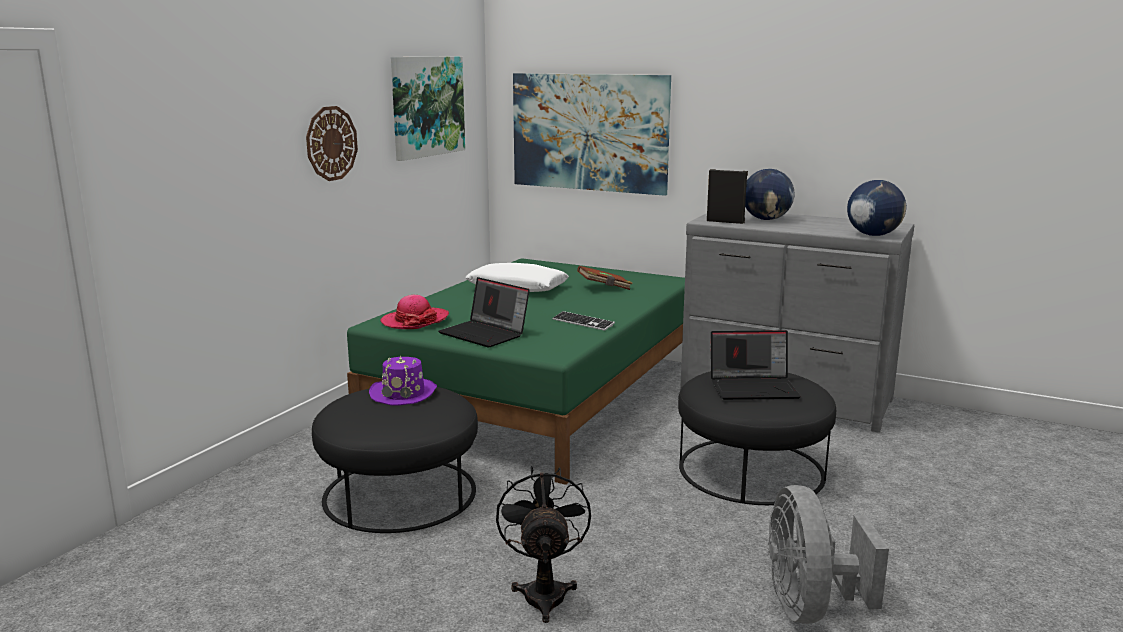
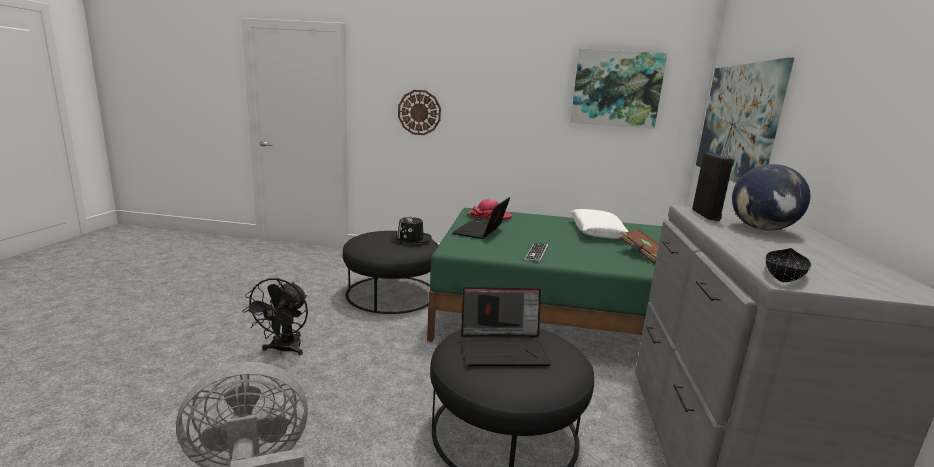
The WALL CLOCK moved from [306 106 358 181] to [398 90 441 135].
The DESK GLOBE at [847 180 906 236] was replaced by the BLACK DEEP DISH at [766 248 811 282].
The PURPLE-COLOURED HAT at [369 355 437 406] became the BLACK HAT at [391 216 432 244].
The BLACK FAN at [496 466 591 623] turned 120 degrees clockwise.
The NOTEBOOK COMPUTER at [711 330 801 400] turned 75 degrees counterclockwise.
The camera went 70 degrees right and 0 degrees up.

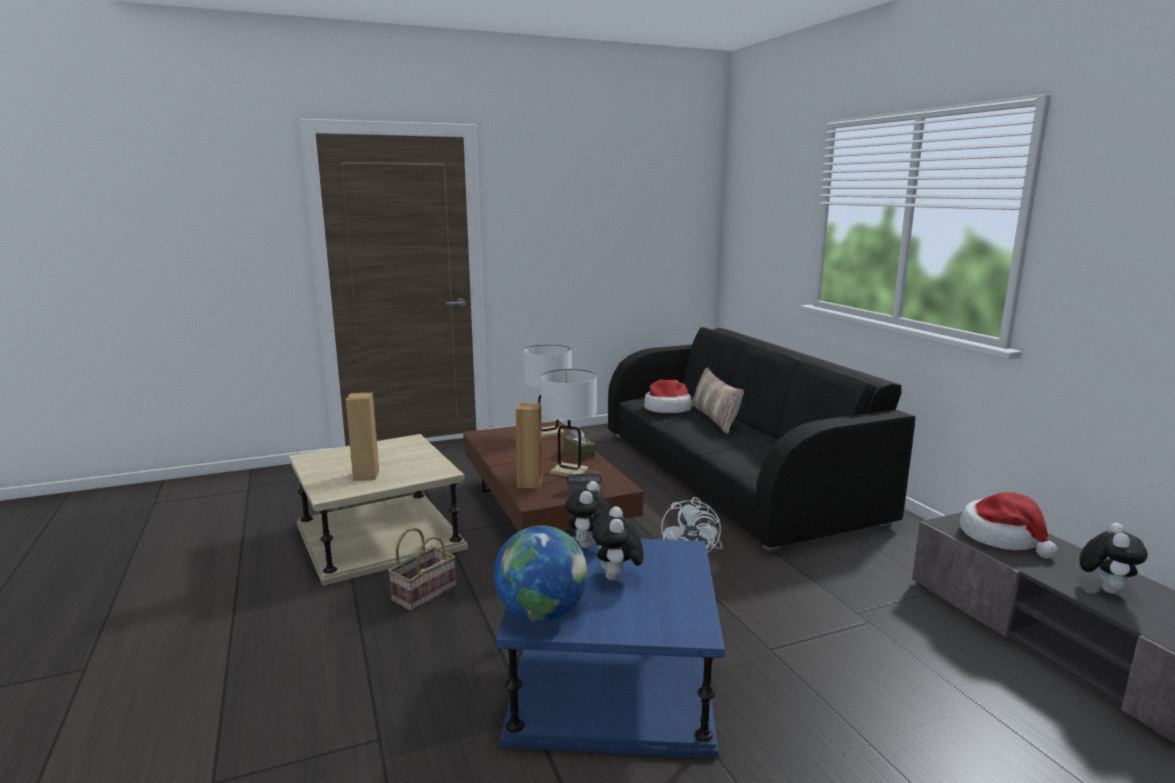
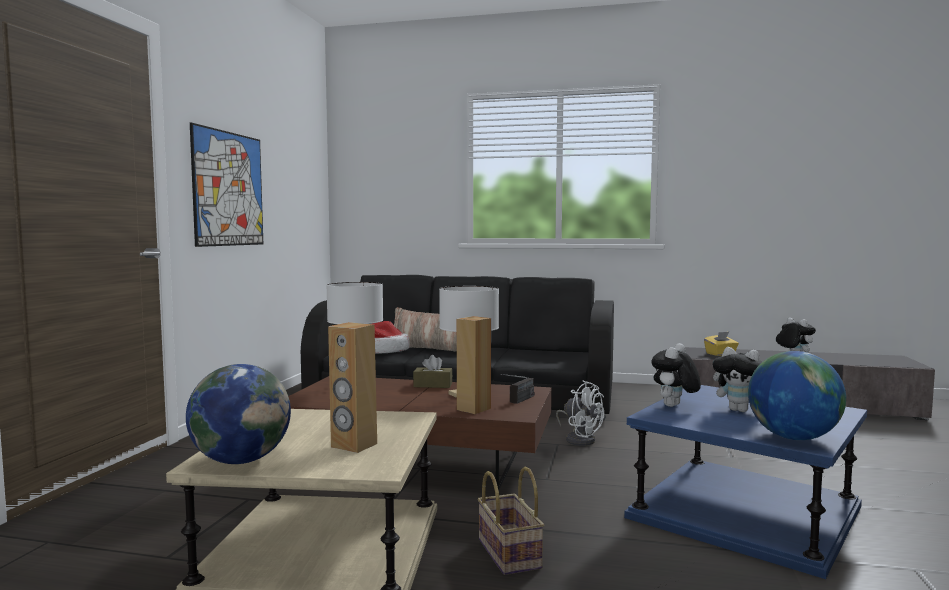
The DESK GLOBE at [186 364 291 464] appeared.
The WALL ART at [190 123 263 247] appeared.
The HAT at [960 492 1057 559] was replaced by the YELLOWISH TISSUE BOX at [704 332 739 356].
The CUDDLY TOY at [566 481 612 548] turned 75 degrees clockwise.
The camera went 55 degrees left and 10 degrees down.

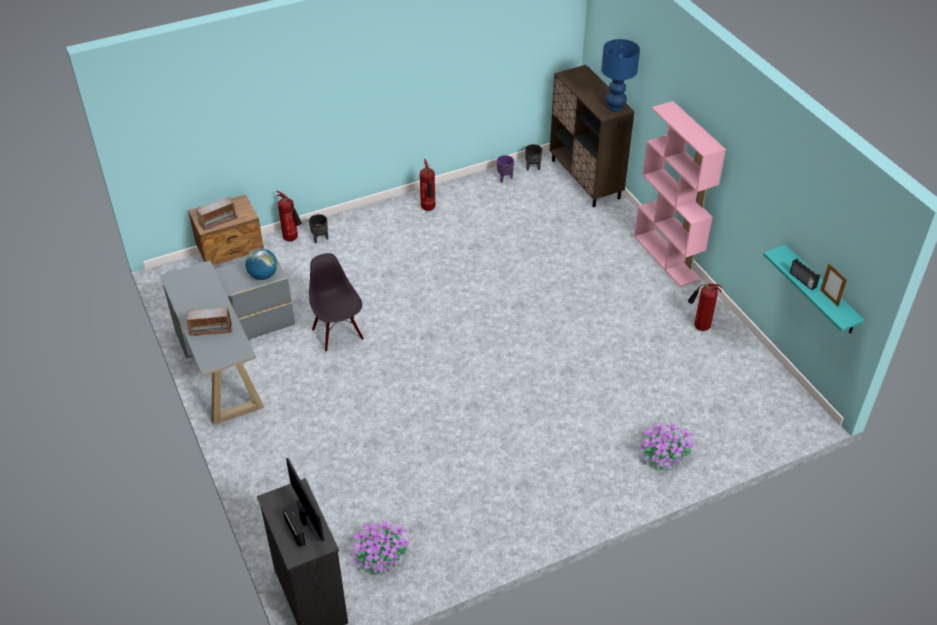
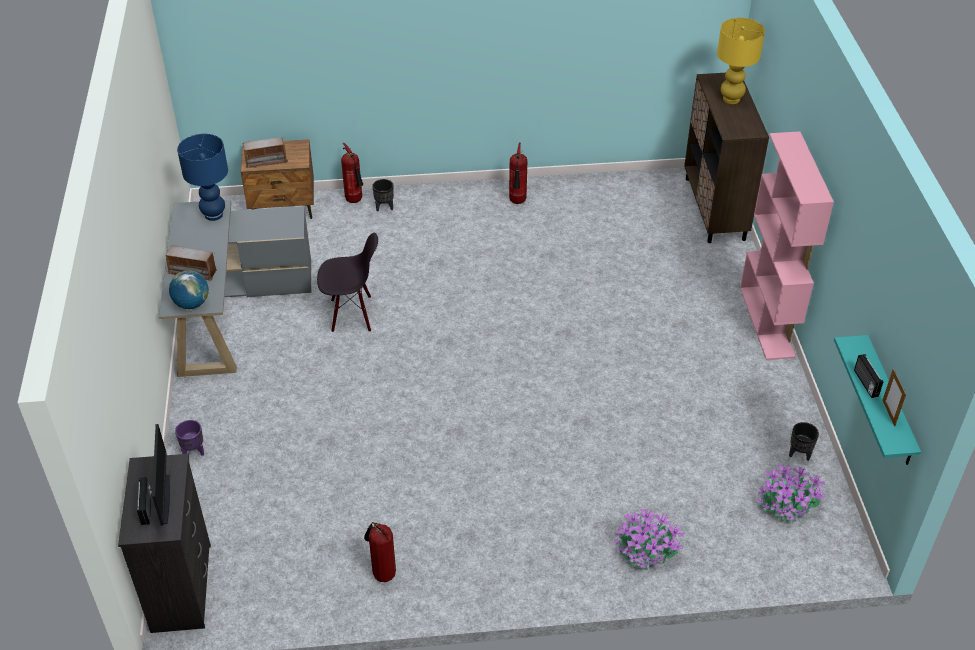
The YELLOWISH TABLE LAMP at [717 18 765 104] appeared.
The DESK GLOBE moved from [245 248 277 280] to [169 270 209 309].
The HOUSEPLANT moved from [351 521 410 575] to [757 465 826 522].
The PURPLE-COLOURED FLOWER POT moved from [497 155 514 183] to [175 420 204 456].
The BLACK FLOWER POT moved from [525 144 542 171] to [789 422 819 461].
The BLUE-COLOURED TABLE LAMP moved from [601 39 640 112] to [177 134 228 221].
The FIRE EXTINGUISHER moved from [688 283 723 331] to [364 522 396 582].
The BLACK UPRIGHT CHAIR at [309 253 364 352] turned 90 degrees clockwise.
The camera went 20 degrees right and 0 degrees up.

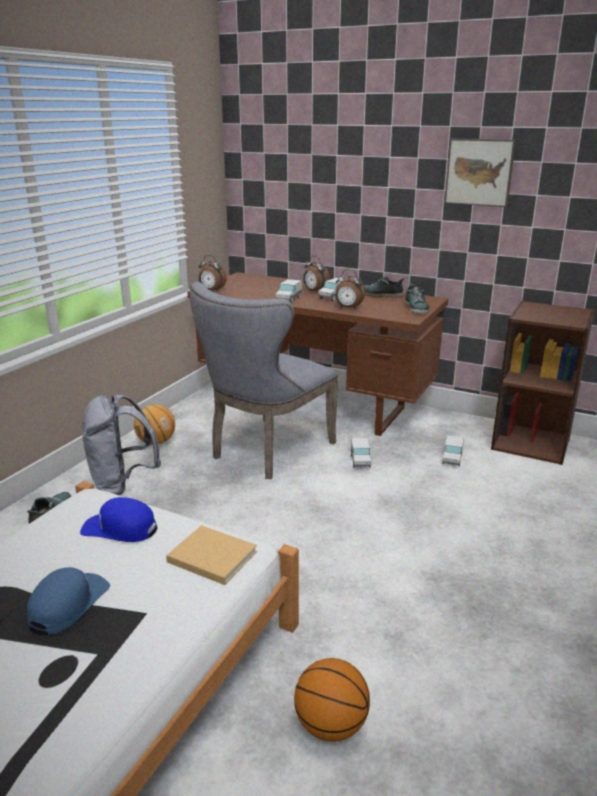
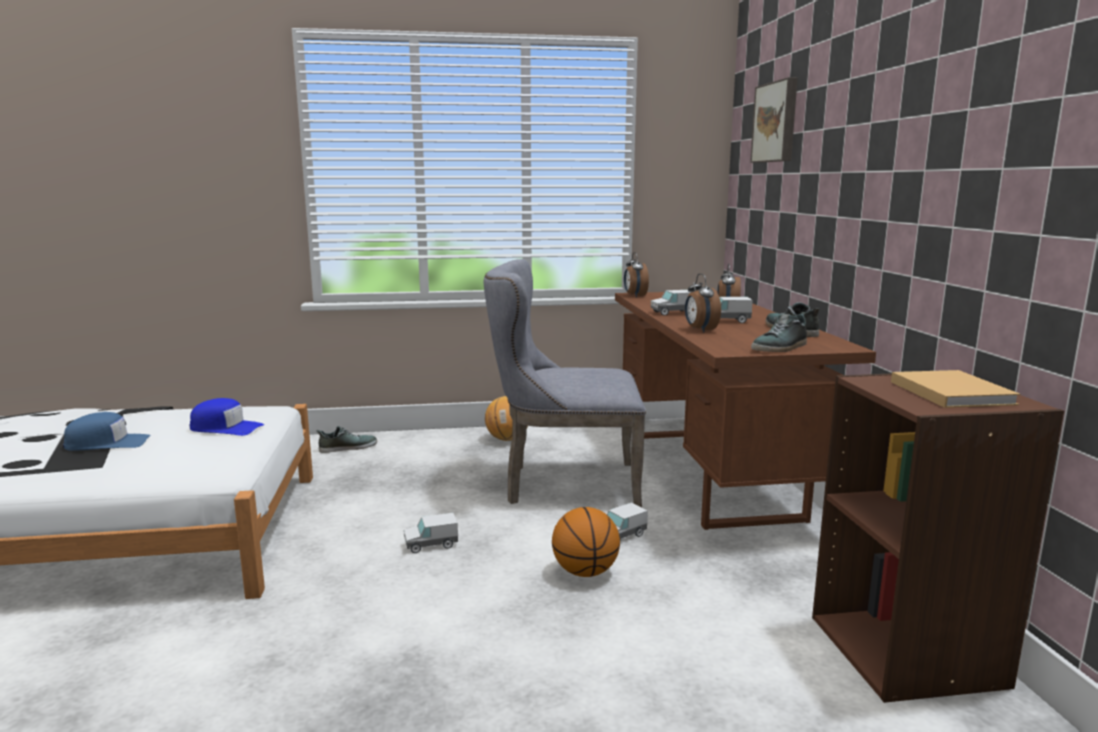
The GRAY KNAPSACK at [82 395 161 495] disappeared.
The BEIGE BOUND BOOK moved from [166 525 257 585] to [891 370 1020 408].
The BASKETBALL BALL moved from [294 658 370 742] to [552 507 620 577].
The TOY LORRY moved from [442 435 464 467] to [404 513 458 553].
The WALL ART moved from [445 139 516 207] to [750 77 798 163].
The BLUE-COLOURED CAP at [80 497 157 542] turned 120 degrees clockwise.
The camera went 55 degrees right and 10 degrees down.

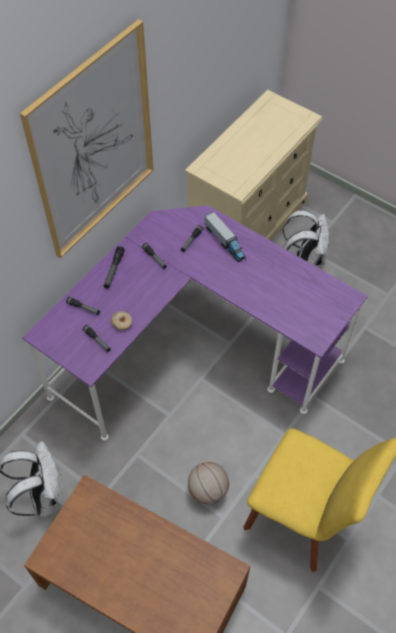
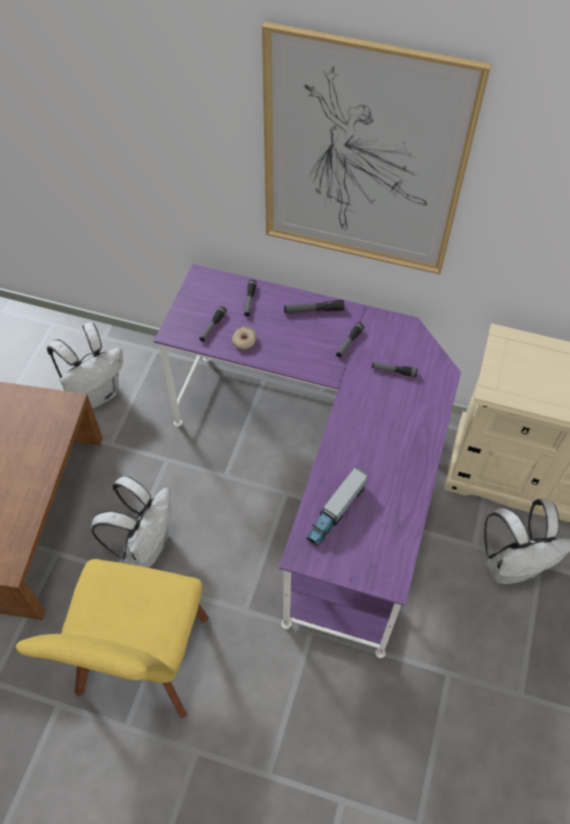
The TOY LORRY moved from [205 212 246 262] to [306 467 368 547].
The BASKETBALL BALL at [188 462 229 504] was replaced by the WHITE KNAPSACK at [91 476 171 568].
The camera went 70 degrees right and 0 degrees up.

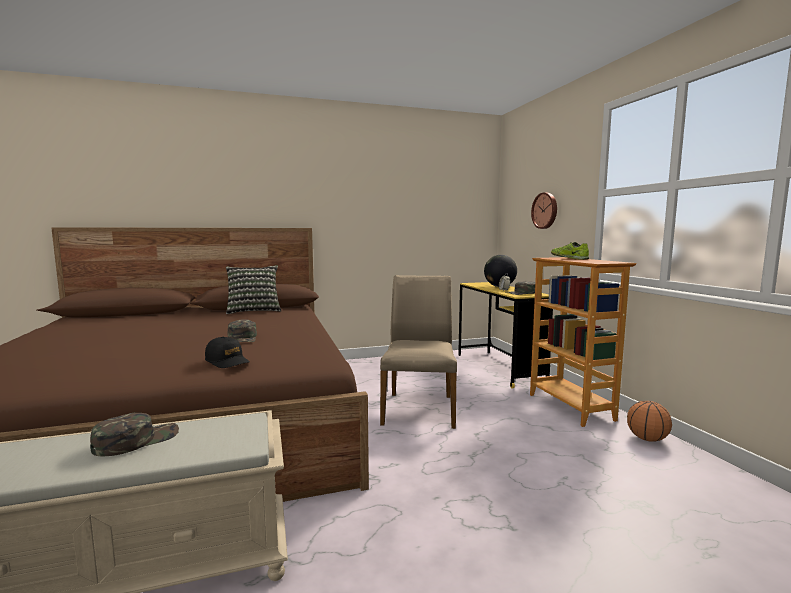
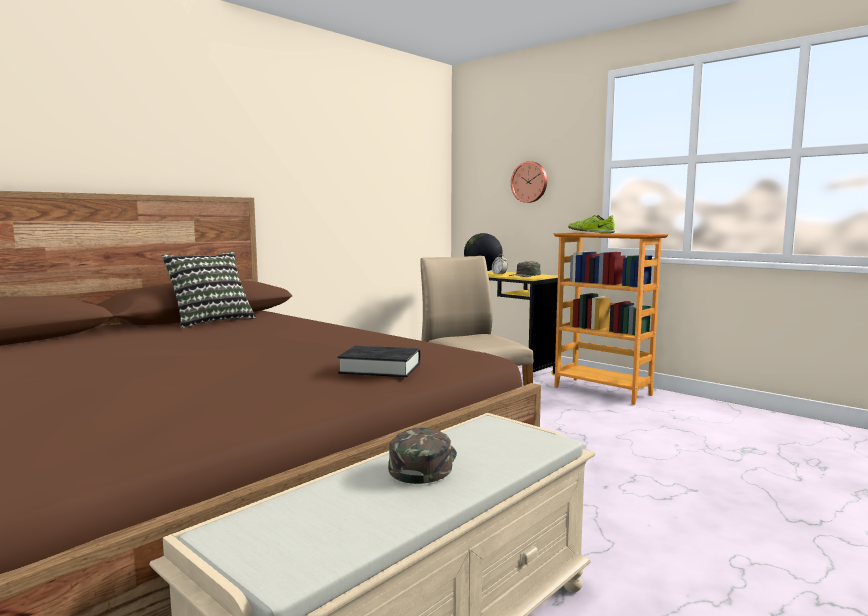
The GREEN CAP at [227 319 257 342] disappeared.
The BASKETBALL BALL at [627 401 672 442] disappeared.
The BLACK CAP at [205 337 250 368] was replaced by the BLACK BOUND BOOK at [337 346 420 377].
The camera went 30 degrees left and 0 degrees up.

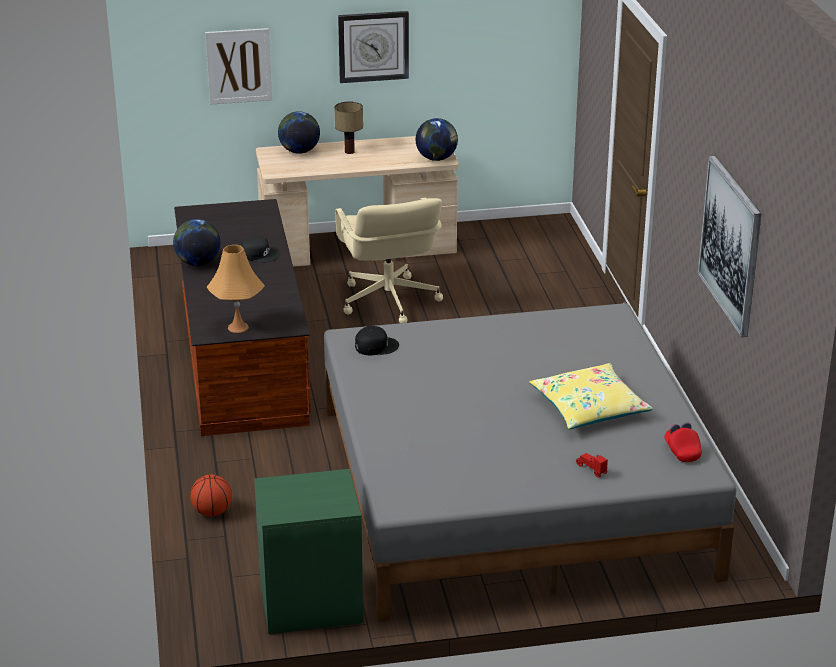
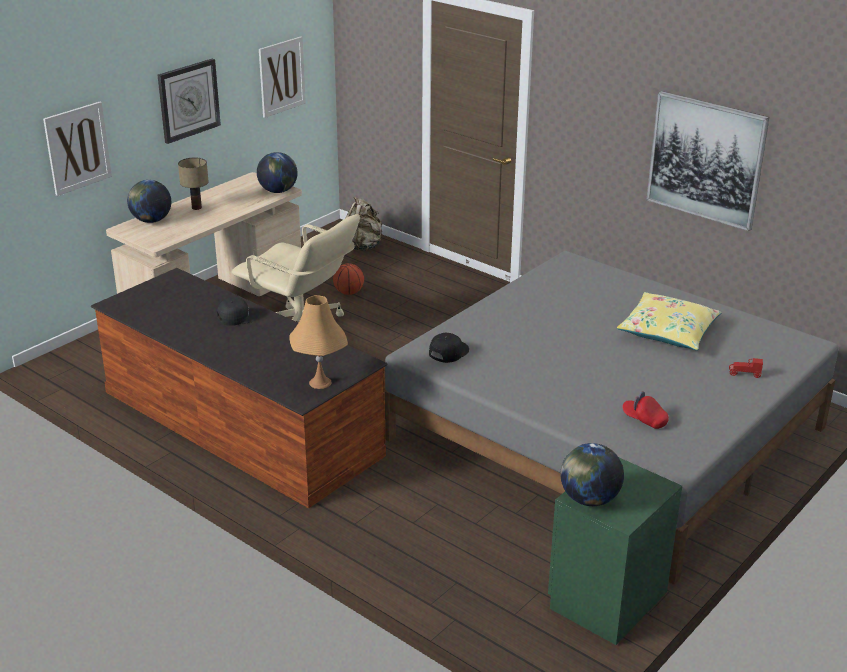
The WALL ART at [259 36 306 118] appeared.
The BEIGE KNAPSACK at [346 196 382 251] appeared.
The DESK GLOBE moved from [173 219 220 266] to [560 443 624 506].
The BASKETBALL BALL moved from [190 474 232 517] to [333 263 364 295].
The RED CAP moved from [664 422 702 462] to [623 391 669 429].
The camera went 40 degrees left and 0 degrees up.

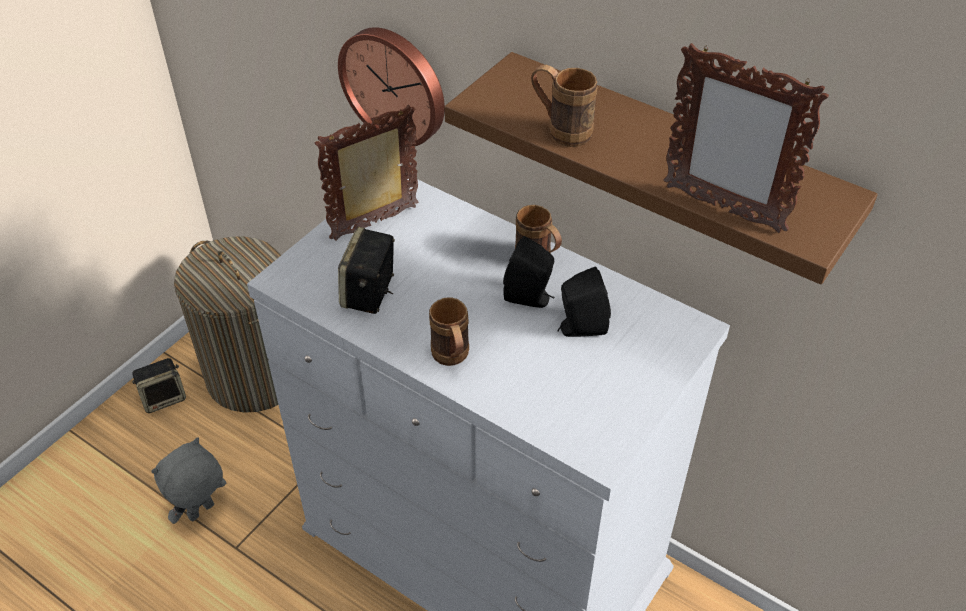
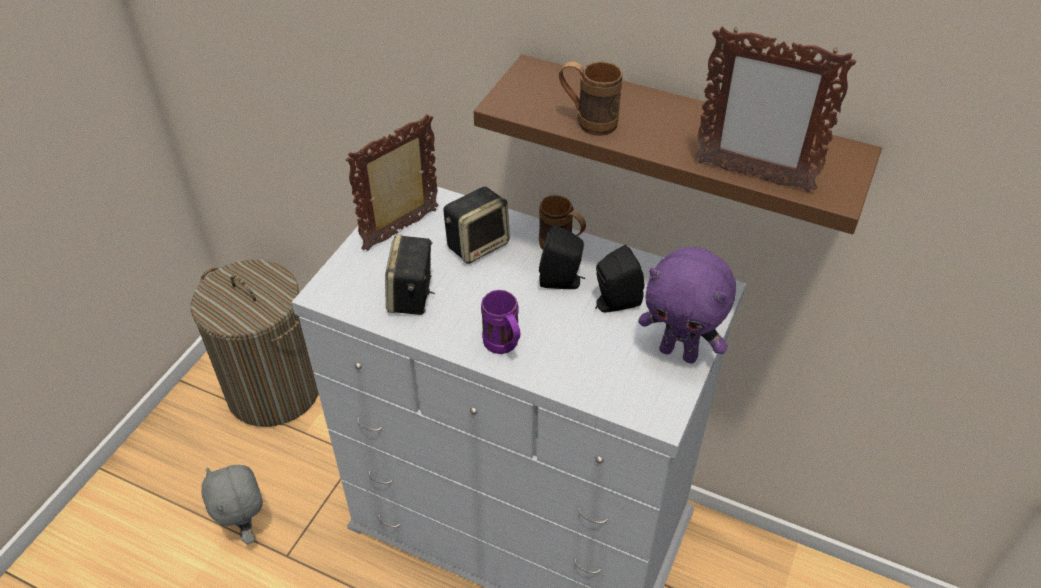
The WALL CLOCK at [338 27 445 146] disappeared.
The PURPLE-COLOURED CUDDLY TOY at [638 247 736 364] appeared.
The LOUDSPEAKER moved from [132 358 186 413] to [443 187 510 264].
The BROWNISH TEA MUG at [429 297 469 366] became the PURPLE-COLOURED TEA MUG at [481 290 520 354].
The GRAY CUDDLY TOY at [151 437 226 524] turned 60 degrees counterclockwise.
The camera went 10 degrees left and 0 degrees up.

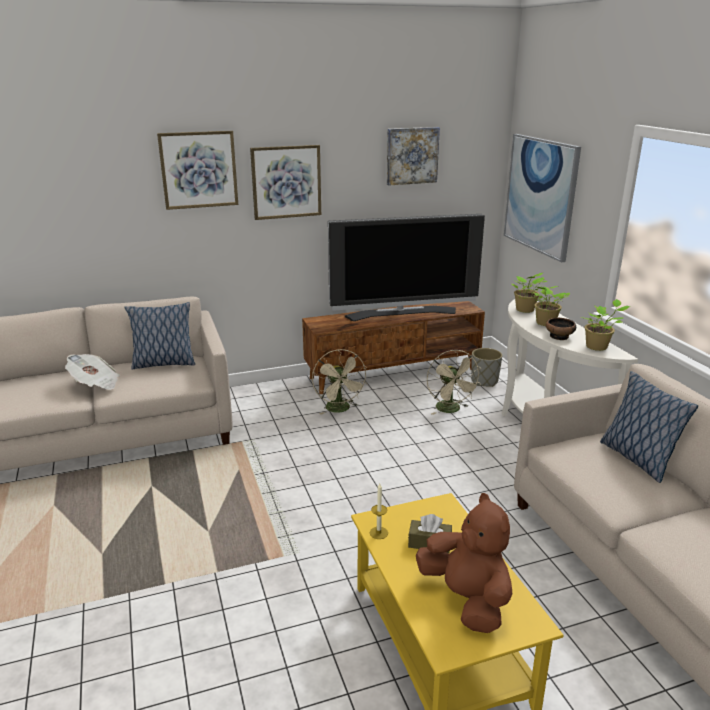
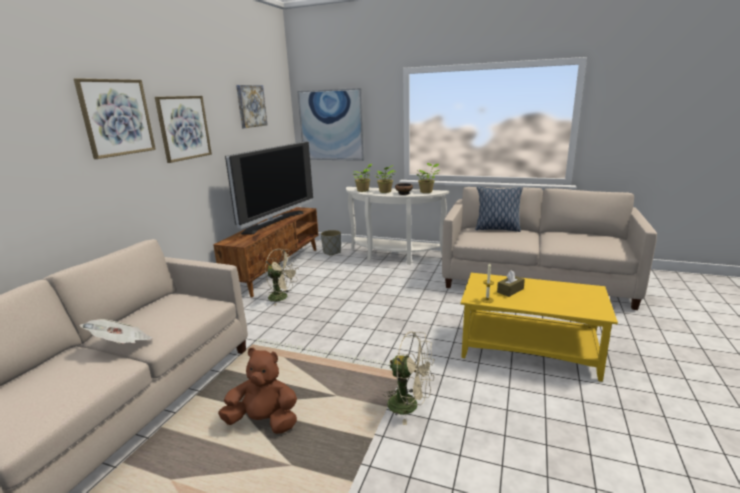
The THROW PILLOW at [124 302 195 370] disappeared.
The BROWNISH CUDDLY TOY moved from [416 493 512 633] to [218 348 297 434].
The BEIGE FAN moved from [427 350 481 415] to [383 331 435 425].
The camera went 50 degrees left and 5 degrees down.

